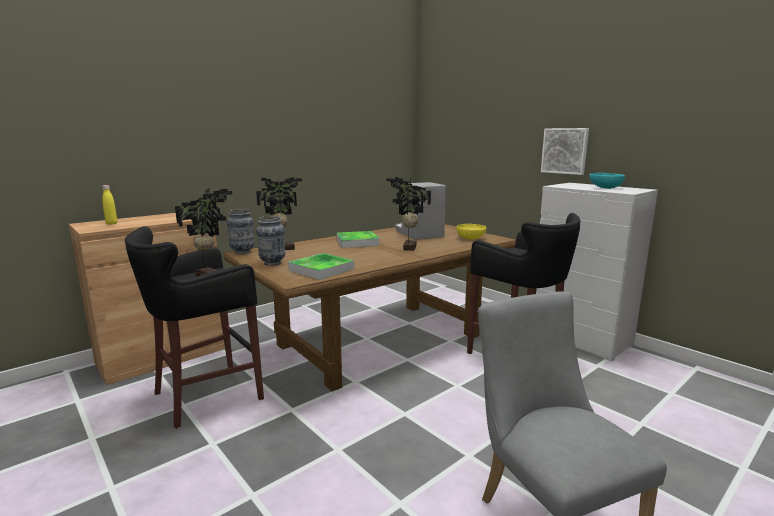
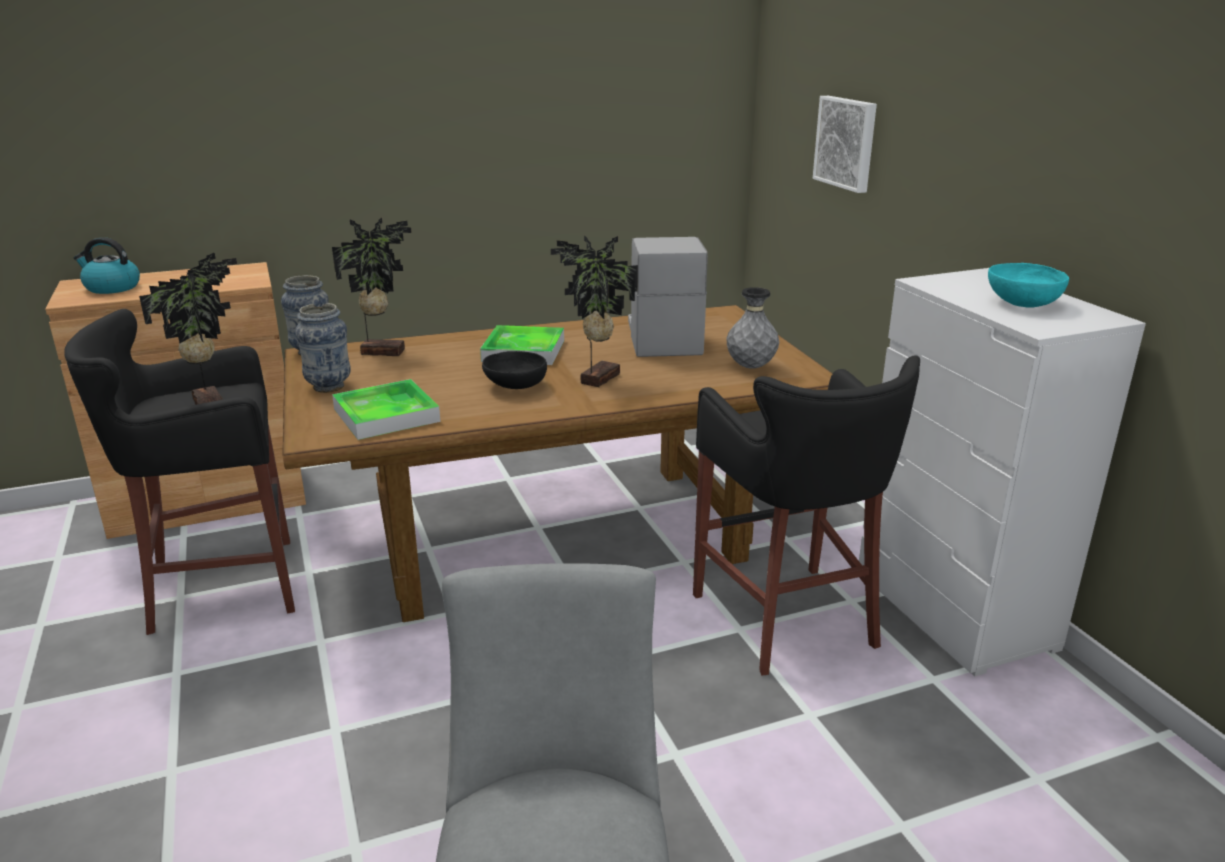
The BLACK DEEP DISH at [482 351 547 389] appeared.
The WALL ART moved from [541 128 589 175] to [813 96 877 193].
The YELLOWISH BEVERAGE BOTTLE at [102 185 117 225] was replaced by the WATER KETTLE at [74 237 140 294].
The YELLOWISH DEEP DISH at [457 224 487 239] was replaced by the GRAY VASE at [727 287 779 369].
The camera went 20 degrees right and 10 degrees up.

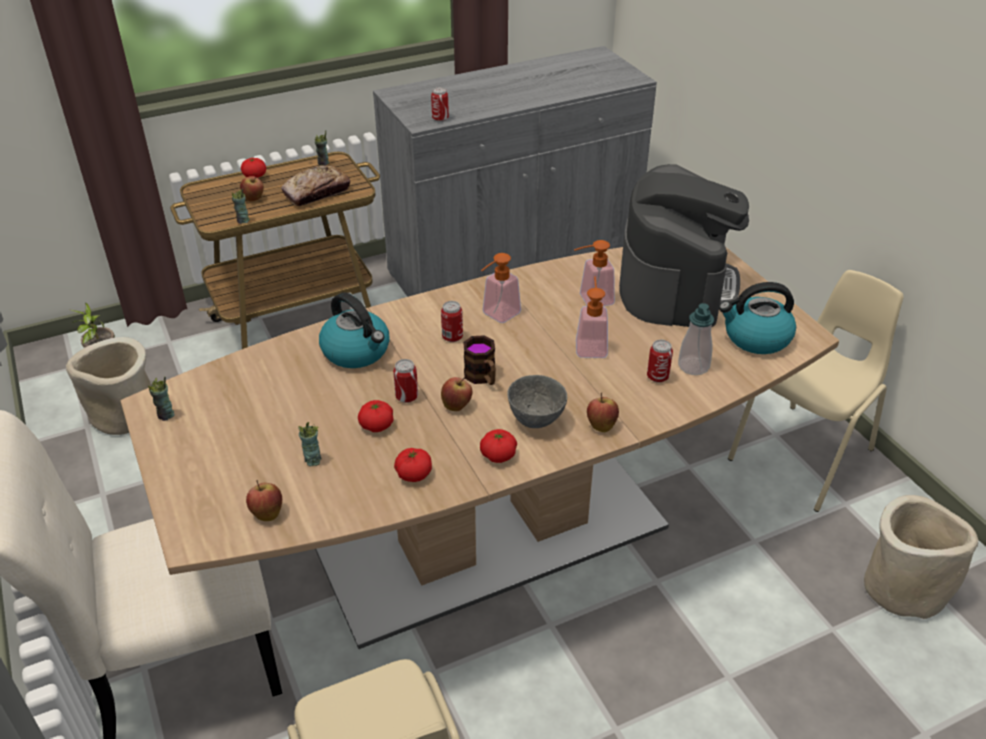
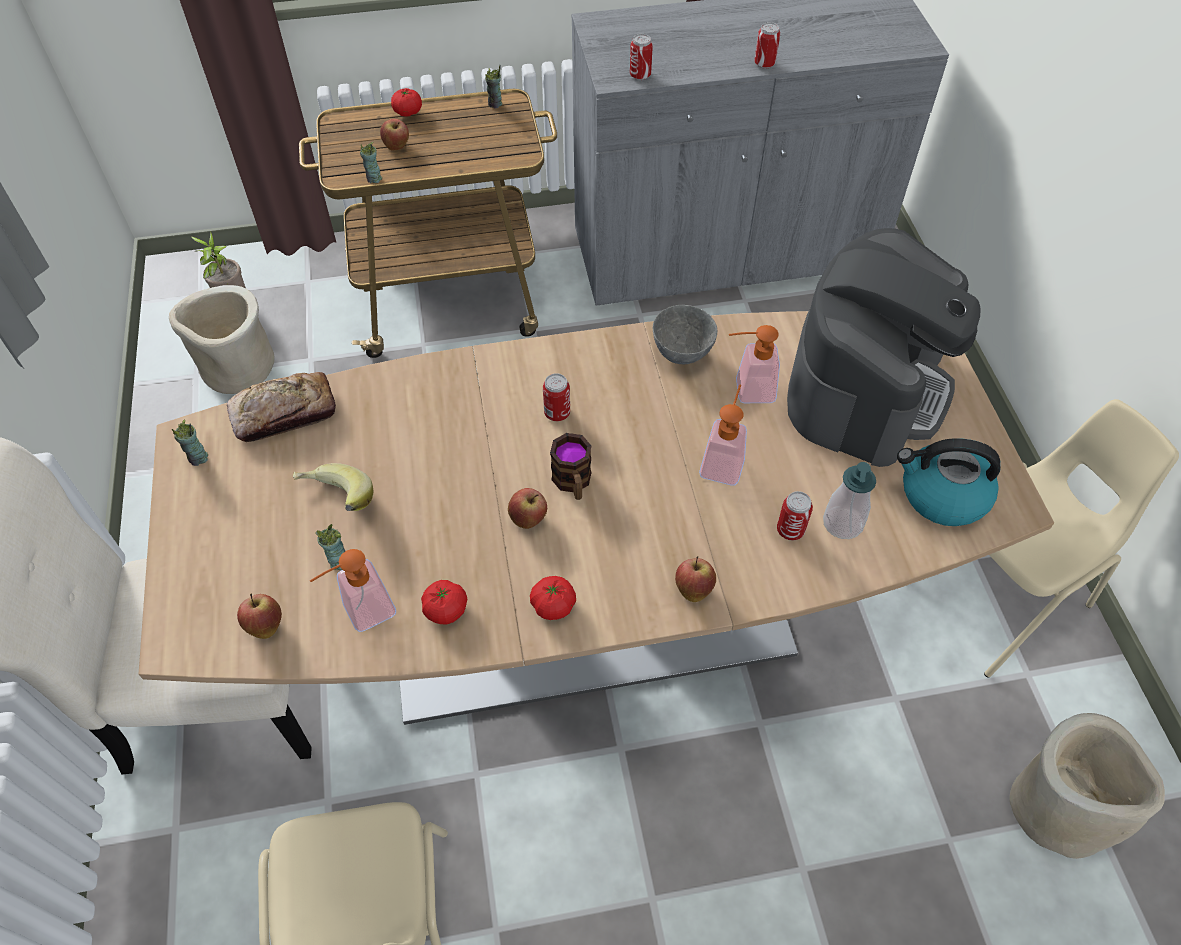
The WATER KETTLE at [319 292 390 368] disappeared.
The WHOLE TOMATO at [358 400 394 432] disappeared.
The BANANA at [293 463 373 511] appeared.
The BAKERY BREAD moved from [281 166 350 206] to [227 372 336 442].
The CAN moved from [393 359 418 403] to [754 22 780 69].
The LIQUID SOAP BOTTLE moved from [481 253 521 323] to [310 549 396 632].
The GRAY DEEP DISH moved from [507 375 567 428] to [653 305 717 364].
The camera went 15 degrees right and 15 degrees up.

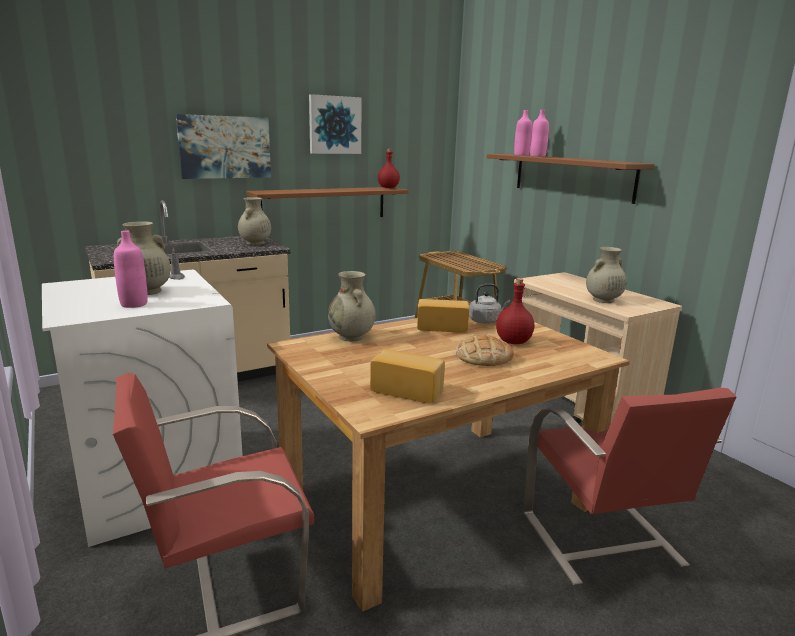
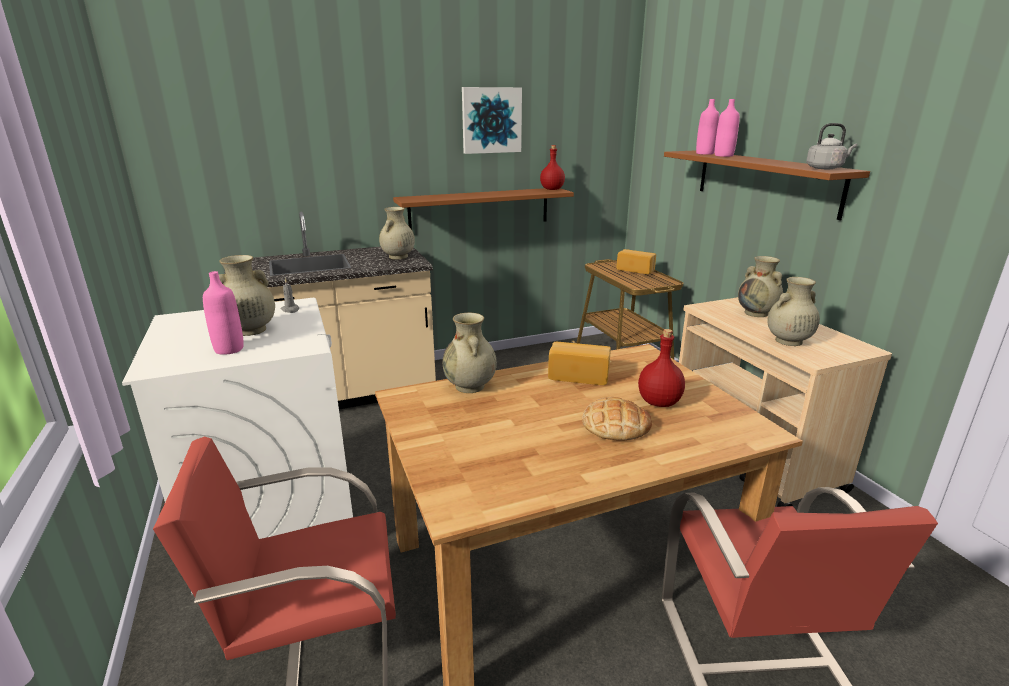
The WALL ART at [176 114 271 179] disappeared.
The BEIGE VASE at [738 256 783 317] appeared.
The BAKERY BREAD moved from [370 349 445 403] to [616 249 656 274].
The GRAY WATER KETTLE moved from [469 284 510 324] to [806 123 857 169].
The camera went 10 degrees right and 5 degrees up.

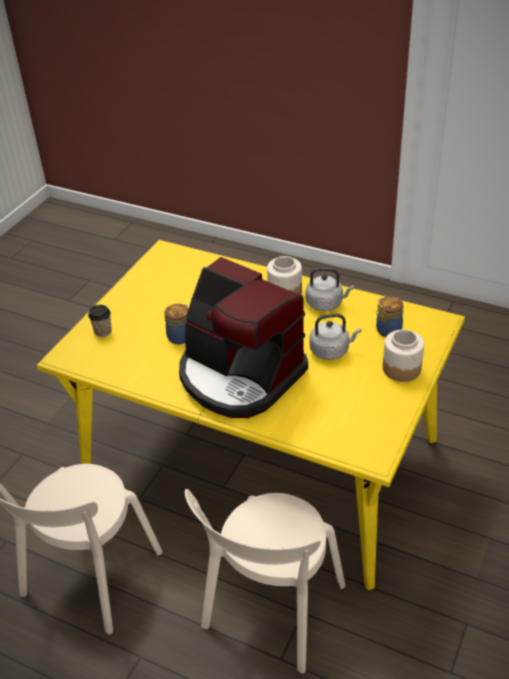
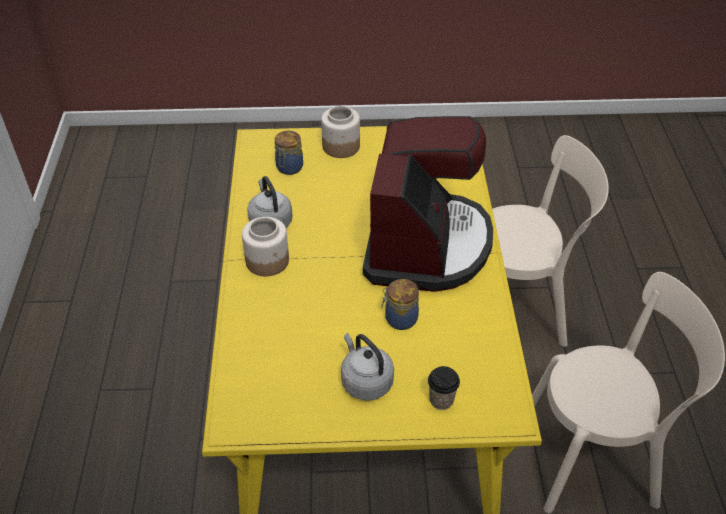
The GRAY WATER KETTLE moved from [310 314 361 360] to [341 333 394 401].
The camera went 120 degrees left and 5 degrees up.

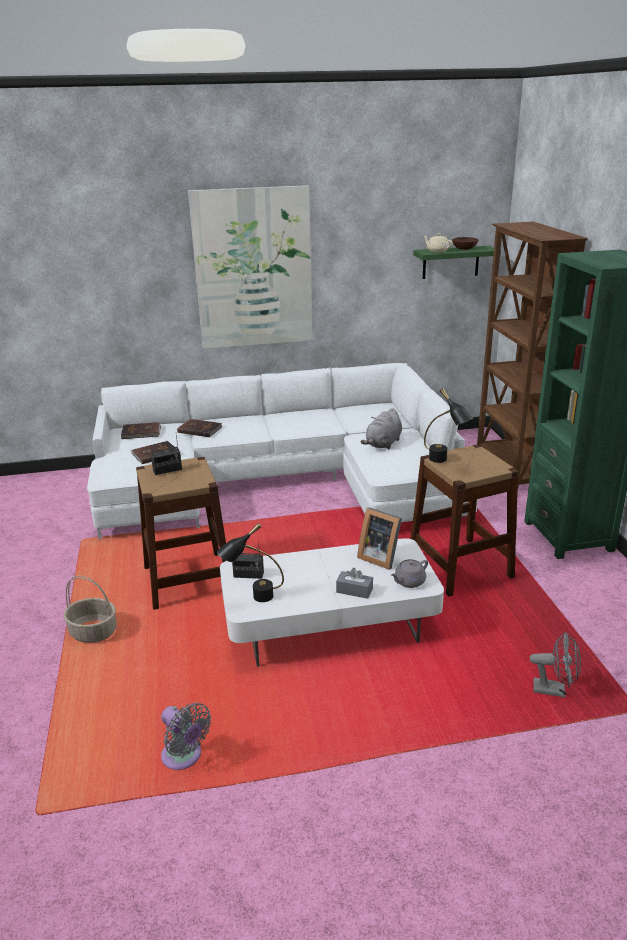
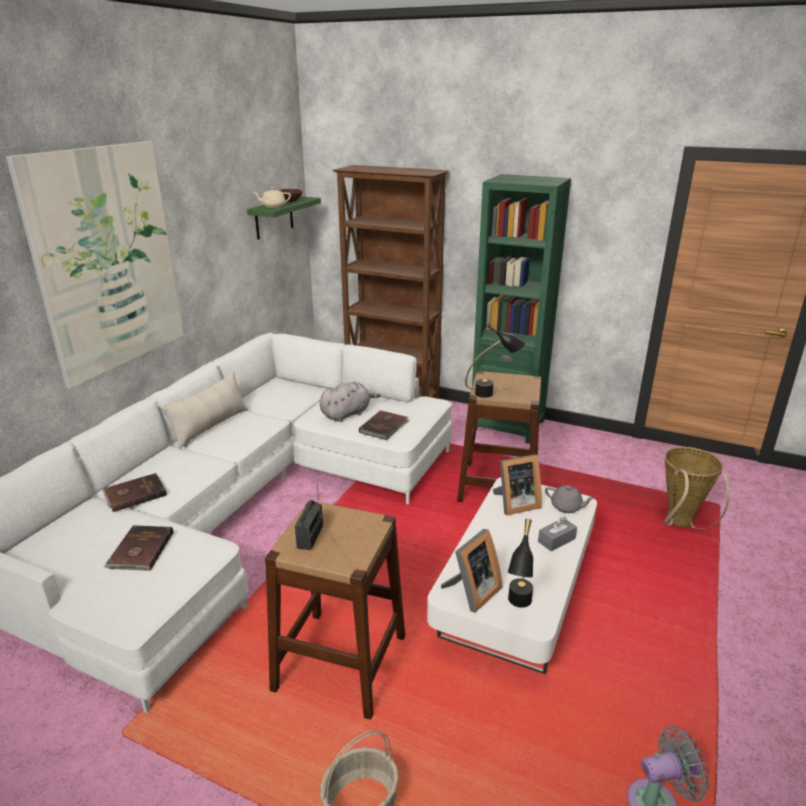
The BEIGE THROW PILLOW at [161 371 248 449] appeared.
The BROWNISH BOUND BOOK moved from [121 422 161 439] to [359 410 410 440].
The RADIO at [232 540 264 579] was replaced by the STANDING FRAME at [441 529 502 613].
The GRAY FAN at [530 632 581 698] was replaced by the STORAGE BASKET at [664 447 730 529].
The GRAY CUDDLY TOY at [361 408 402 449] turned 105 degrees counterclockwise.
The GRAY TEAPOT at [391 559 428 588] turned 60 degrees counterclockwise.
The camera went 55 degrees left and 0 degrees up.

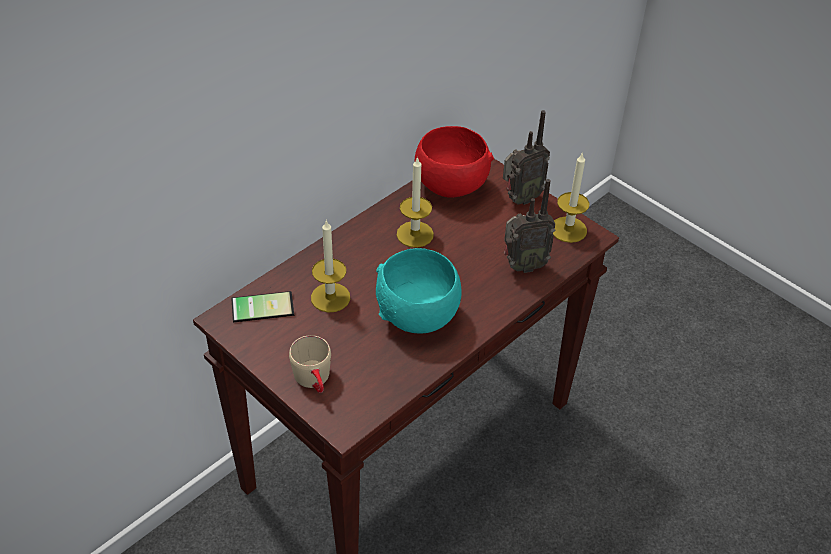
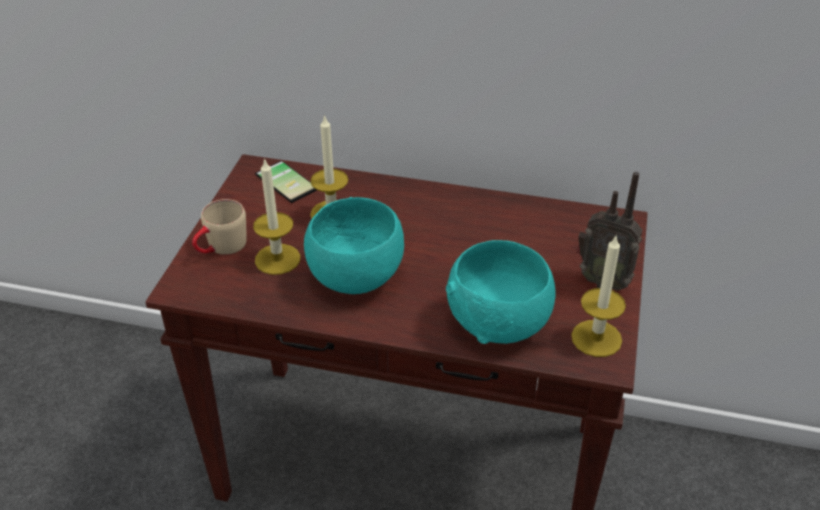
The RED DEEP DISH at [415 126 494 198] disappeared.
The WAX CANDLE moved from [397 156 434 248] to [253 158 300 275].
The RADIO at [504 179 555 273] was replaced by the TURQUOISE-COLOURED DEEP DISH at [446 240 555 344].
The camera went 60 degrees right and 5 degrees down.

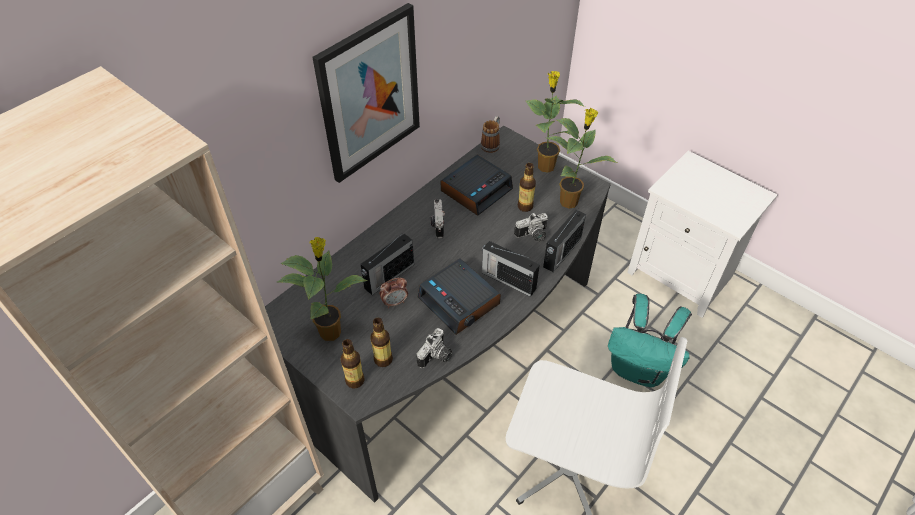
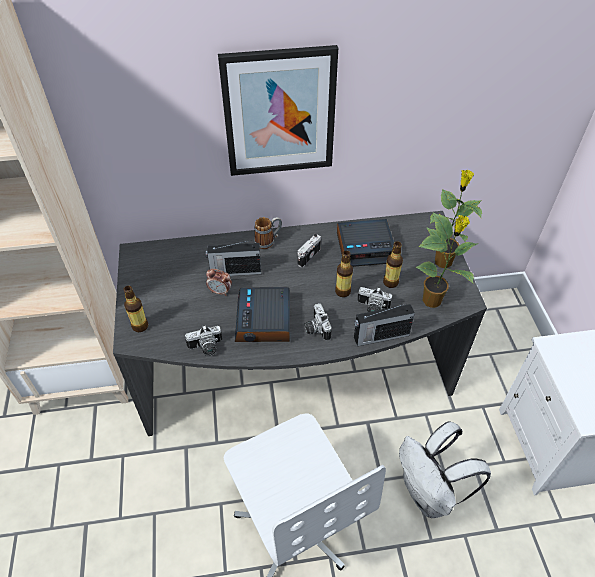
The HOUSEPLANT at [277 237 368 341] disappeared.
The BEVERAGE BOTTLE moved from [370 318 393 367] to [335 251 353 297].
The TEA MUG moved from [480 116 500 153] to [254 217 282 249].
The RADIO at [482 241 540 297] was replaced by the STILL CAMERA at [304 303 332 341].
The TURQUOISE-COLOURED KNAPSACK at [608 294 692 387] became the WHITE KNAPSACK at [399 422 491 518].
The camera went 40 degrees right and 0 degrees up.

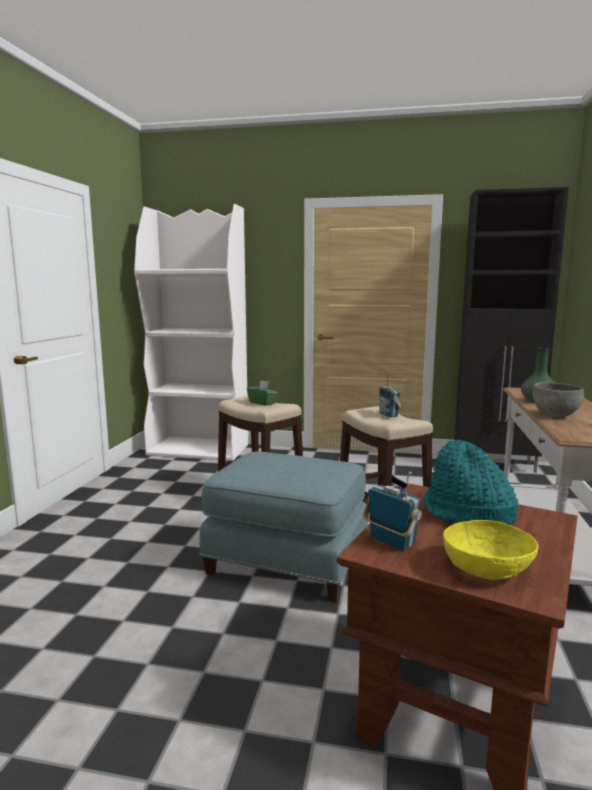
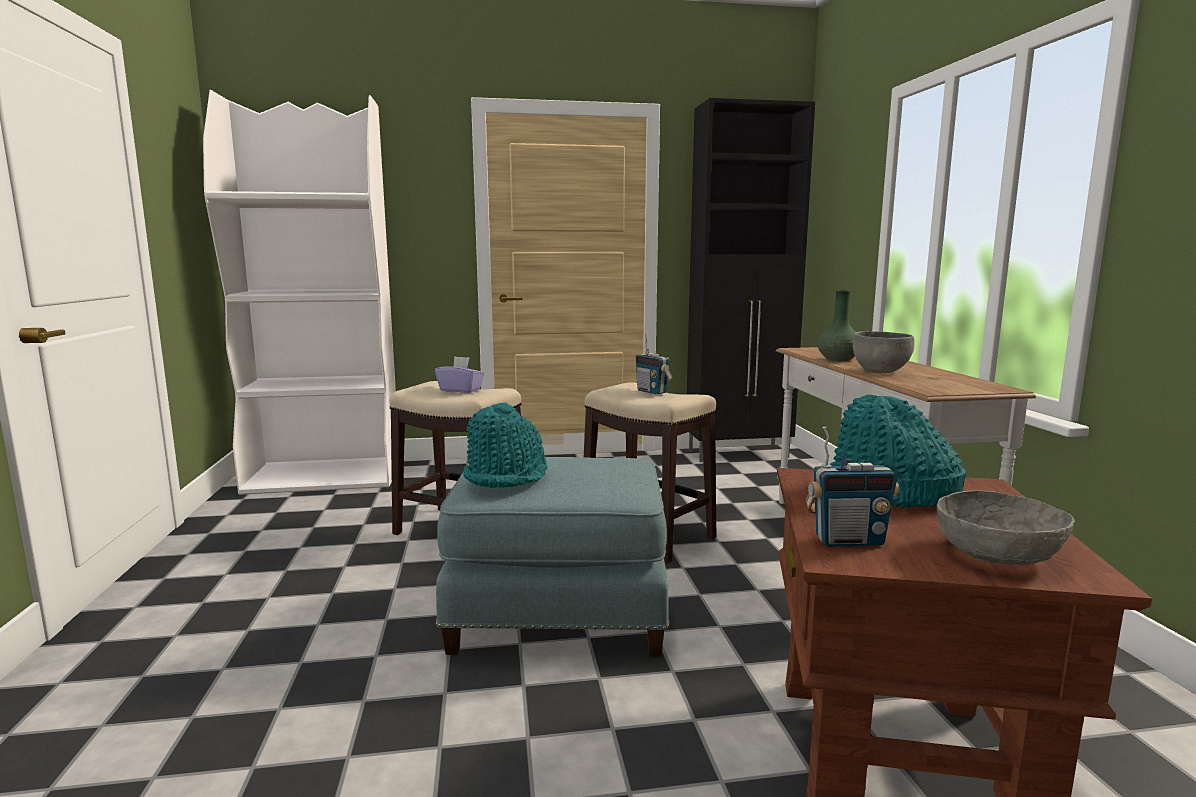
The TURQUOISE-COLOURED HAT at [463 402 547 488] appeared.
The GREEN TISSUE BOX at [247 381 278 406] became the PURPLE-COLOURED TISSUE BOX at [435 356 484 393].
The YELLOWISH DEEP DISH at [443 520 538 580] became the GRAY DEEP DISH at [937 491 1075 565].
The RADIO at [363 472 422 551] turned 150 degrees clockwise.
The camera went 20 degrees left and 0 degrees up.

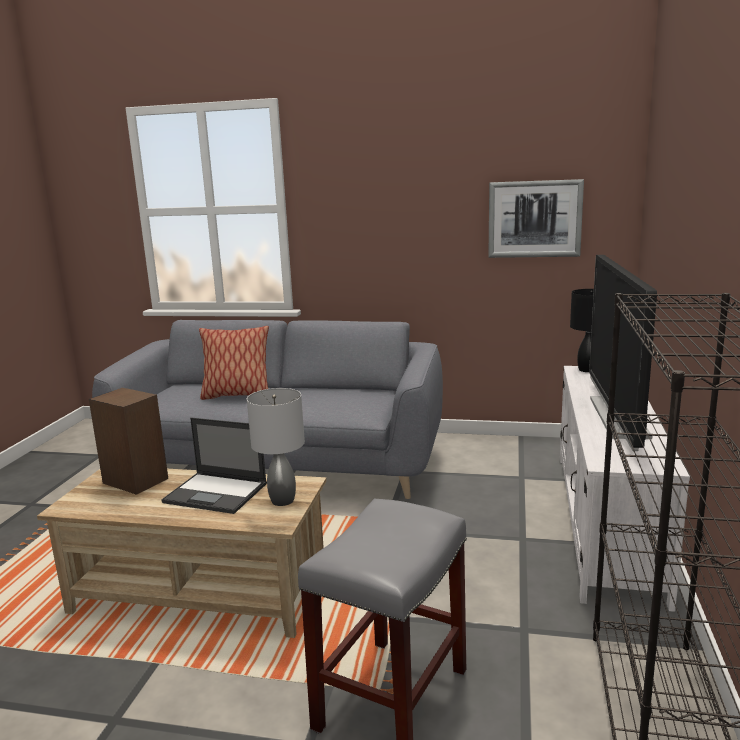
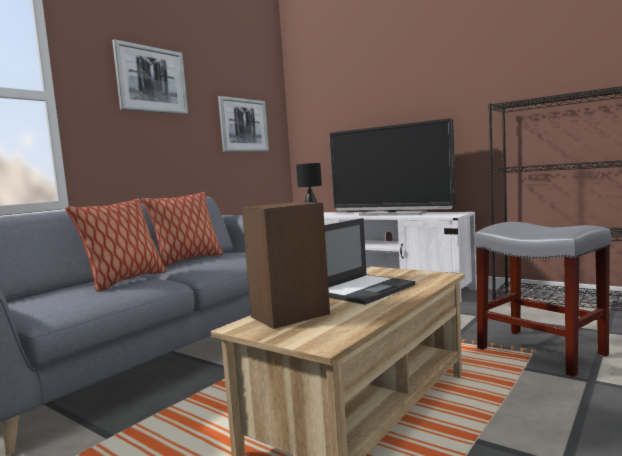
The GRAY TABLE LAMP at [247 388 305 506] disappeared.
The WALL ART at [112 39 188 115] appeared.
The THROW PILLOW at [142 192 223 267] appeared.
The camera went 65 degrees left and 10 degrees down.

